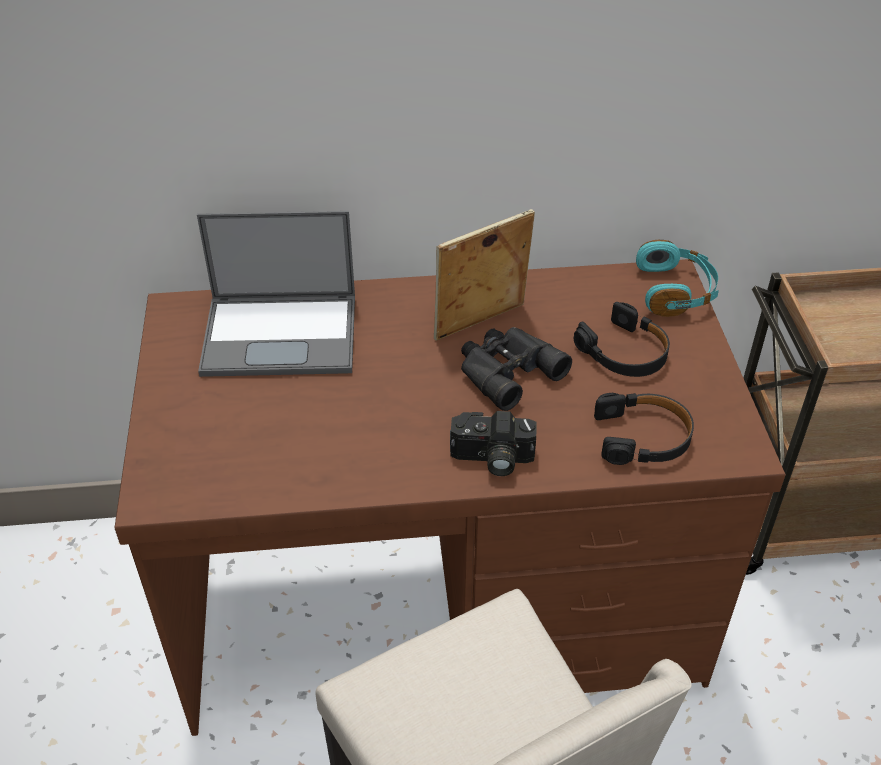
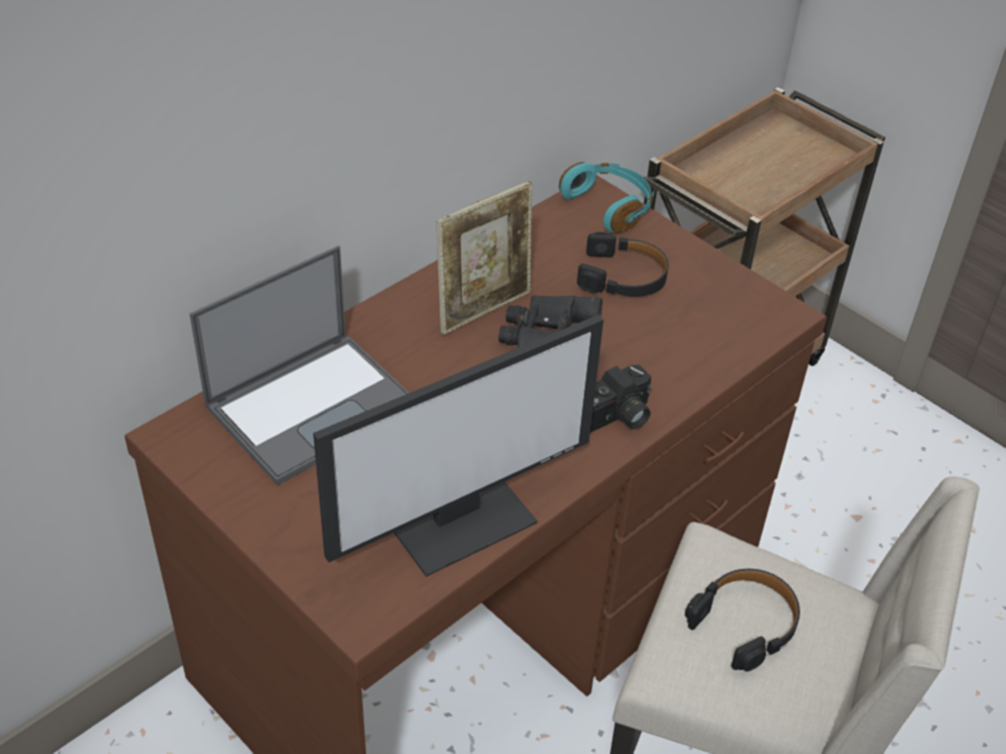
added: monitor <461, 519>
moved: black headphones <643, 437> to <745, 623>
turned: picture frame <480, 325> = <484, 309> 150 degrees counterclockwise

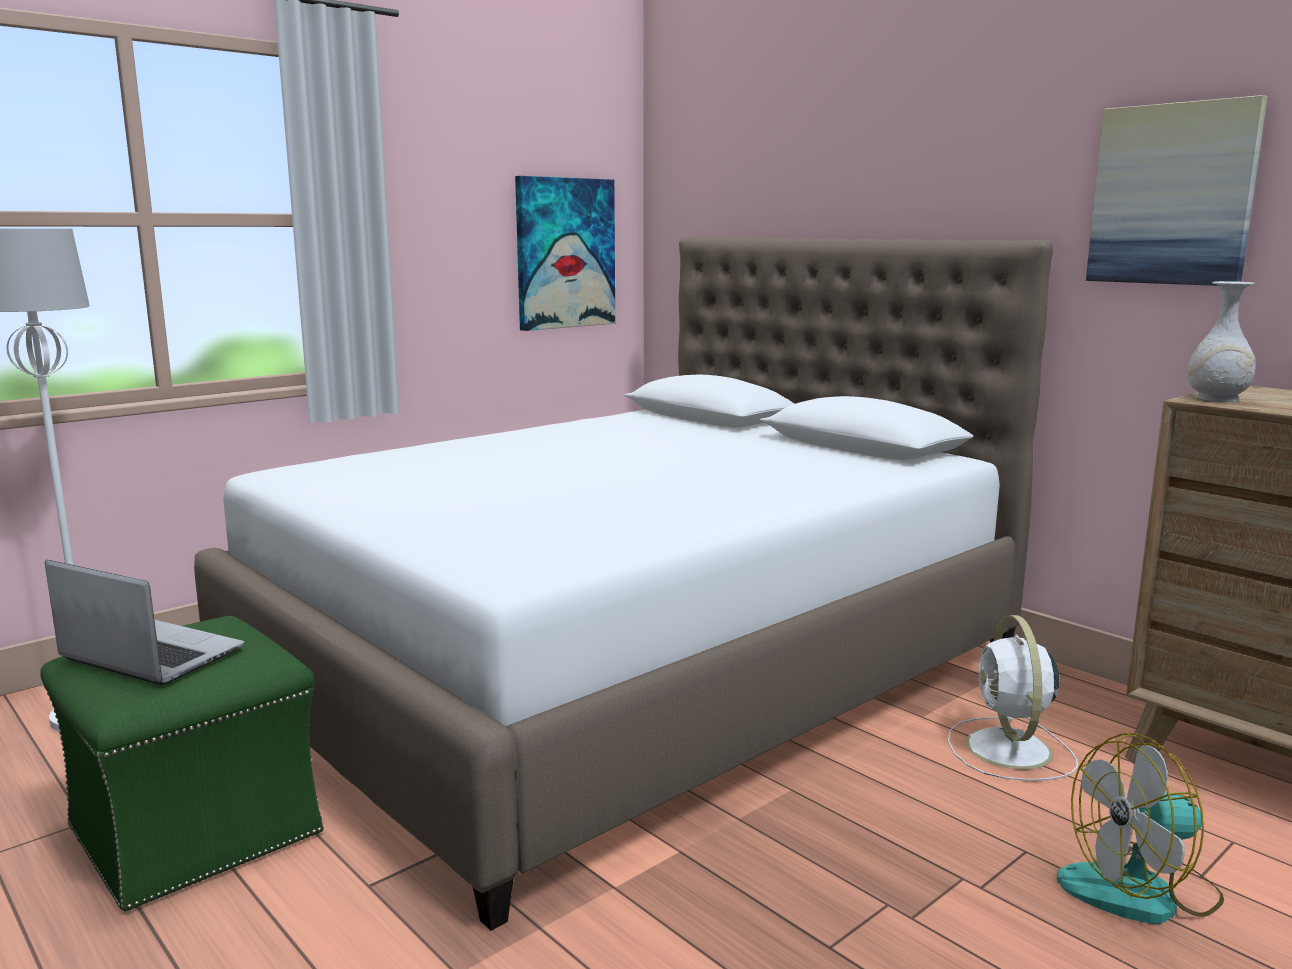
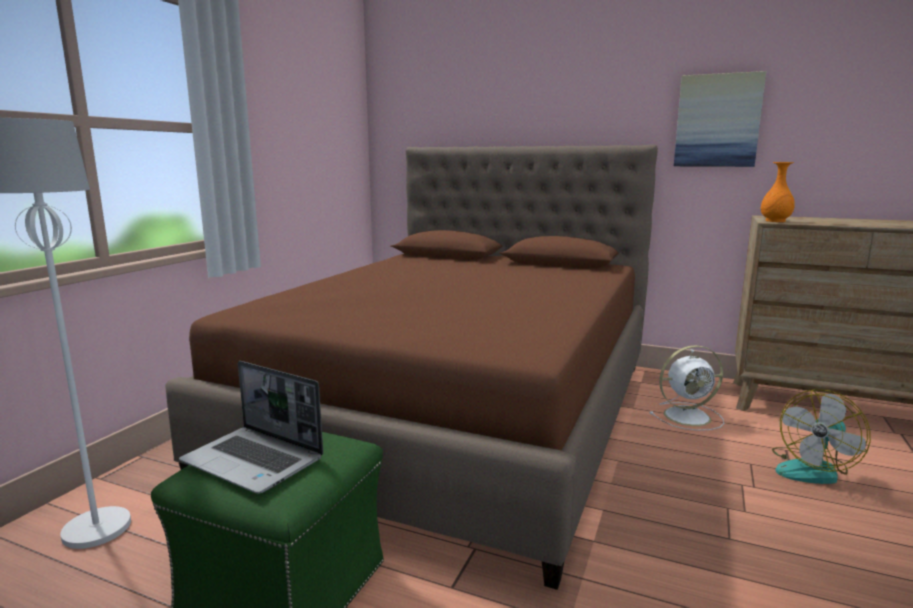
removed: picture <565, 253>
recoloured: white bed <627, 669> to brown bed <458, 413>; white vase <1217, 399> to orange vase <775, 221>
turned: laptop <149, 655> = <255, 461> 150 degrees counterclockwise; white fan <1009, 751> = <689, 416> 75 degrees counterclockwise

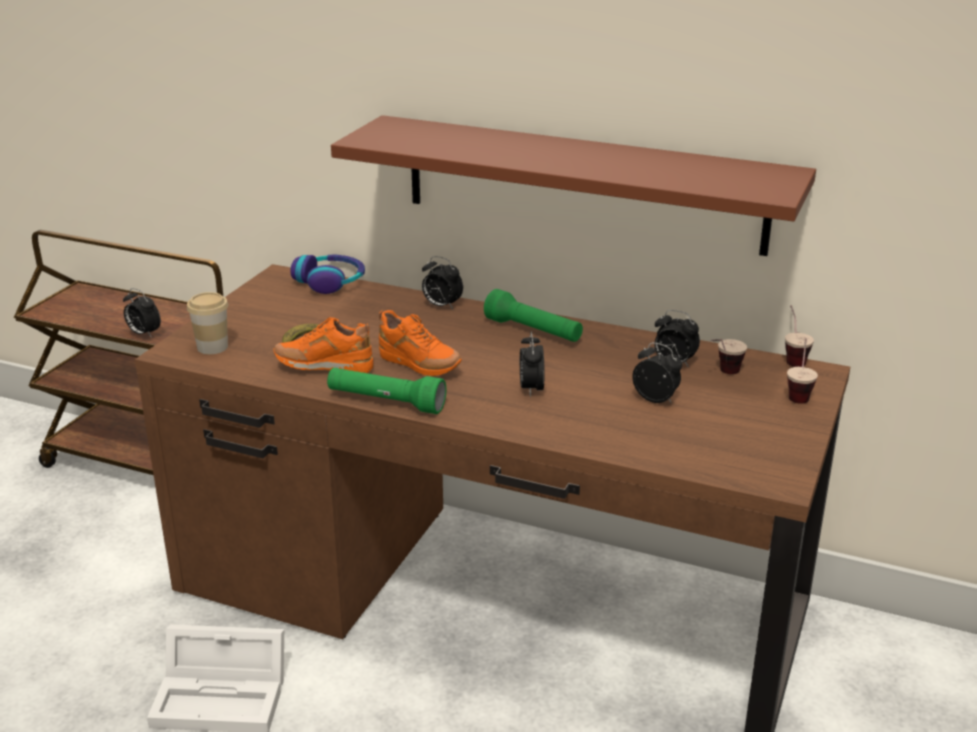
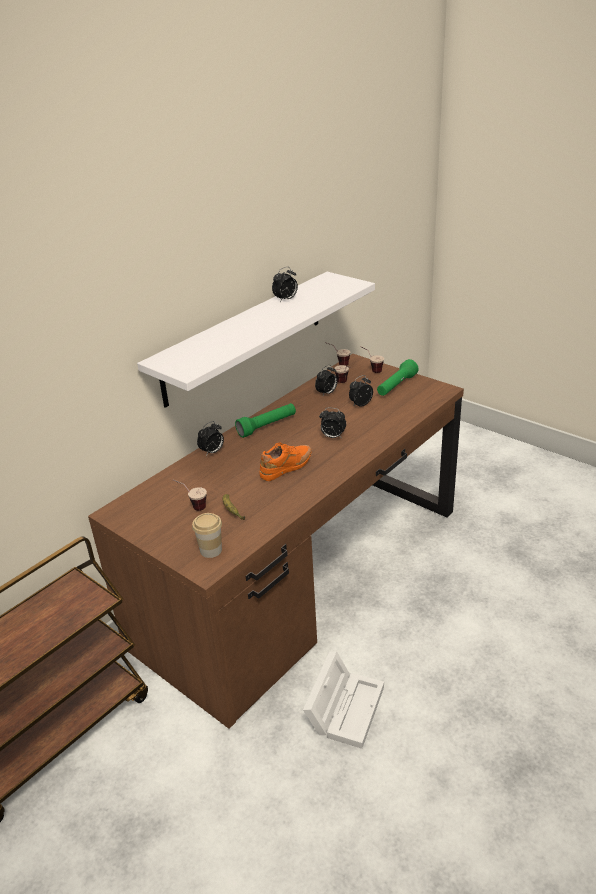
removed: orange shoe <324, 368>; headphones <330, 282>
added: cup <192, 506>
moved: alarm clock <143, 334> to <286, 299>; green flashlight <386, 402> to <396, 386>
recoloured: brown shelf <583, 184> to white shelf <245, 337>

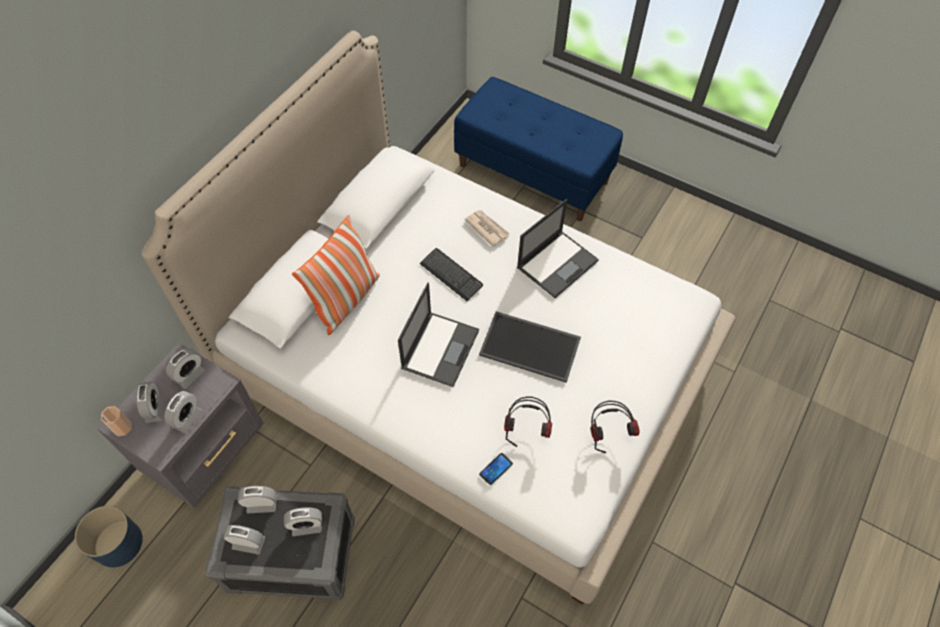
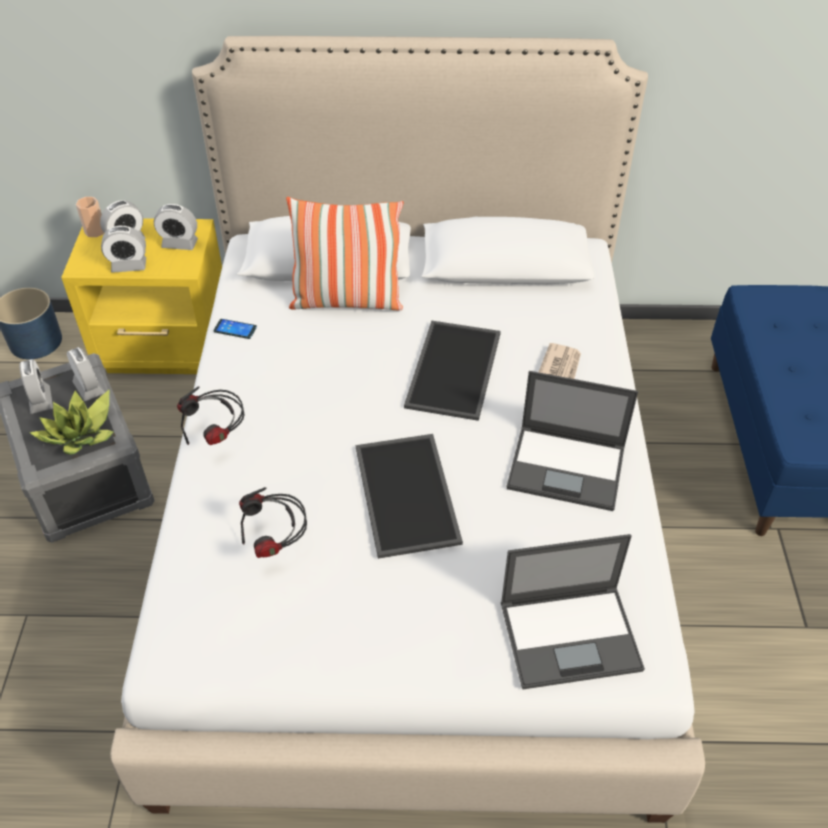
moved: laptop <440, 348> to <571, 635>; phone <496, 469> to <235, 329>; headphones <608, 432> to <218, 437>
replaced: alarm clock <306, 525> to potted plant <81, 435>; keyboard <451, 275> to tray <455, 371>
recoloured: grey nightstand <207, 449> to yellow nightstand <167, 349>

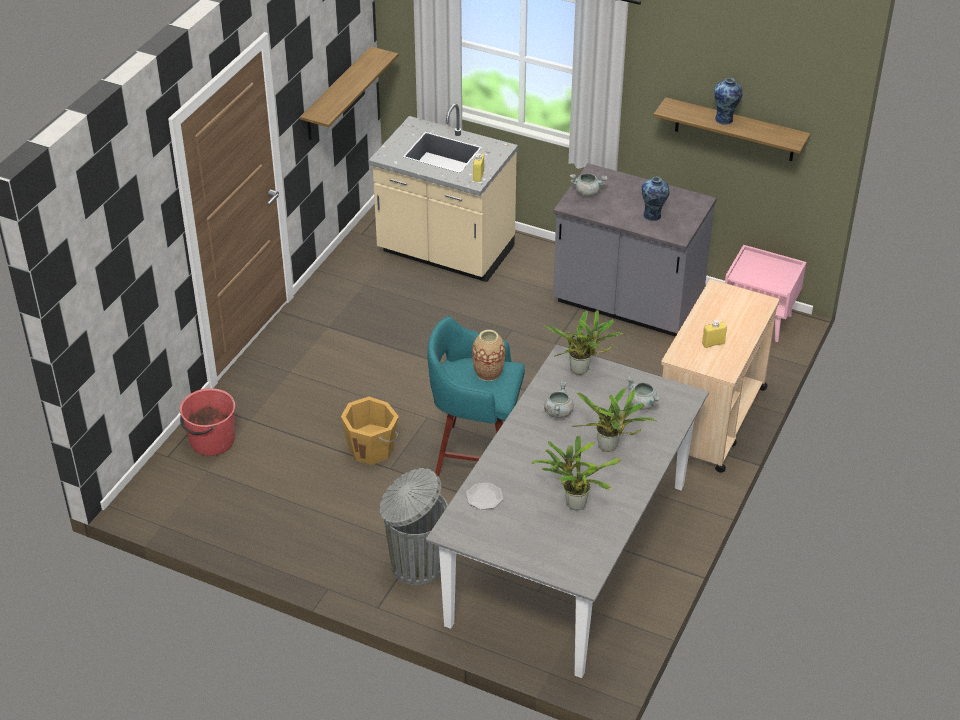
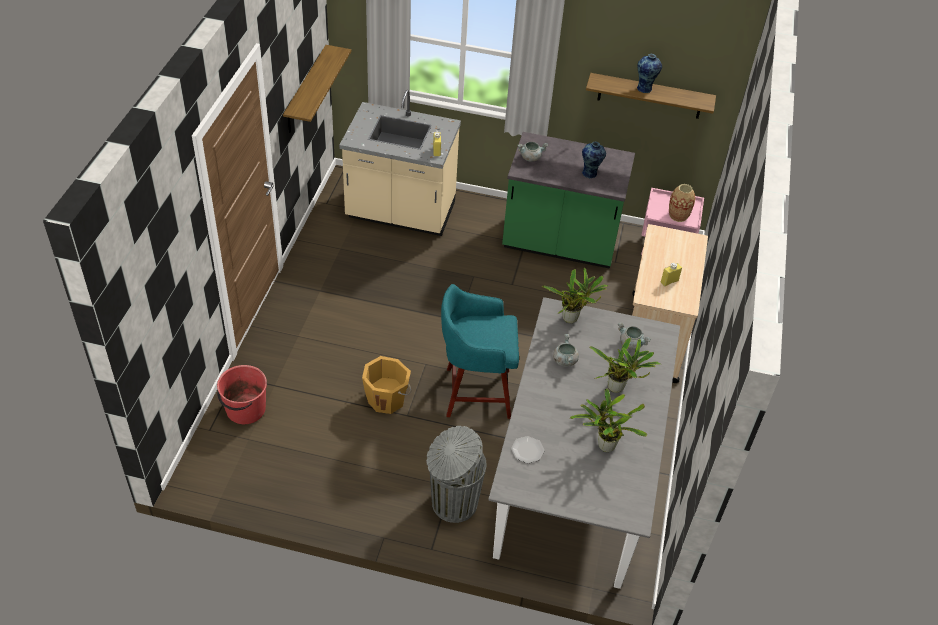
moved: vase <488, 372> to <678, 216>
recoloured: grey counter <627, 305> to green counter <559, 244>

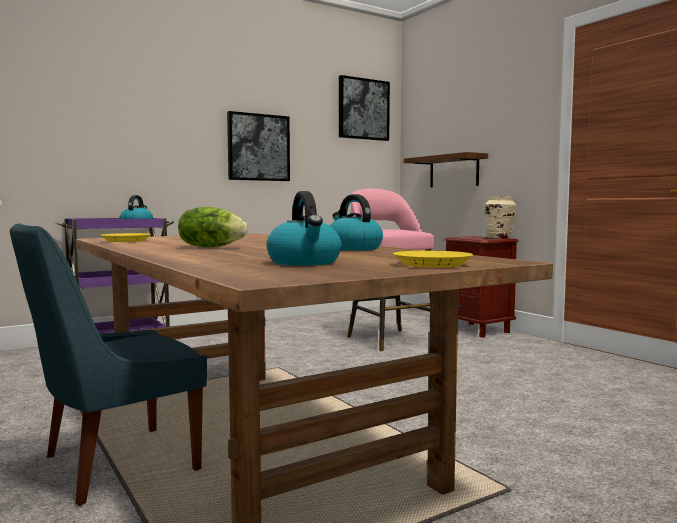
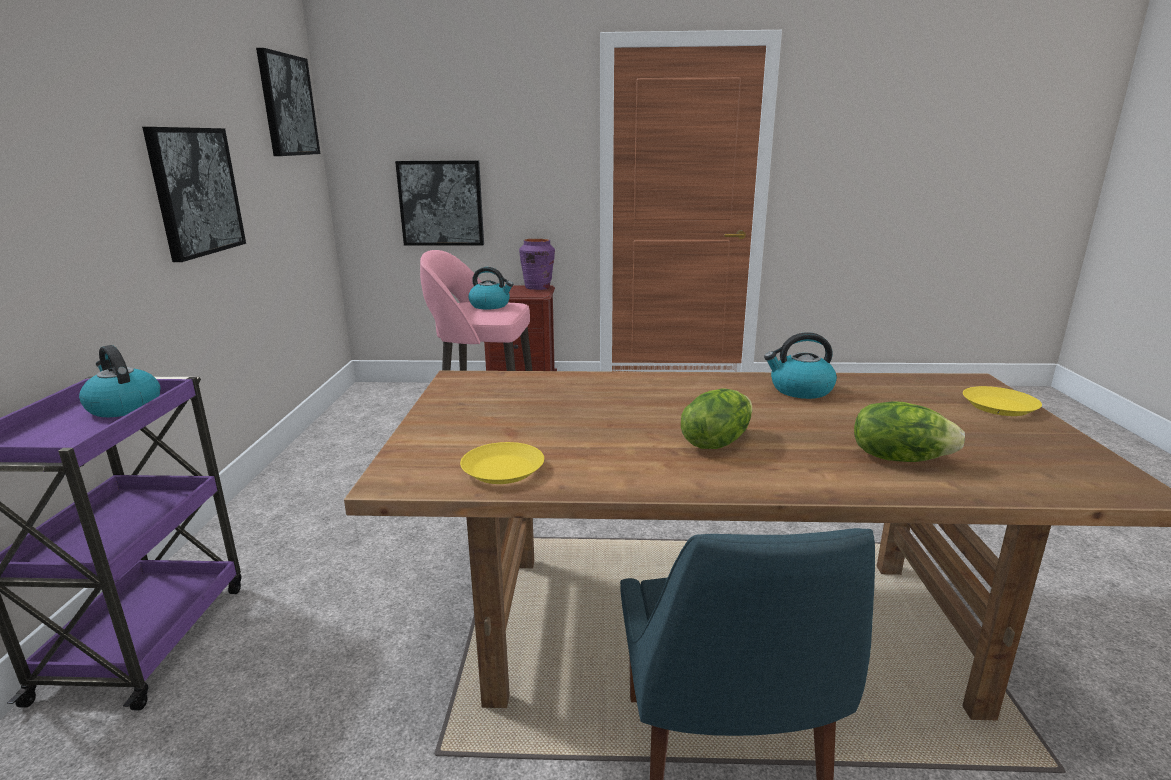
added: lettuce <899, 458>
moved: kettle <305, 262> to <490, 305>
replaced: shelf <454, 171> to picture <441, 203>
recoloured: beige vase <499, 238> to purple vase <538, 288>

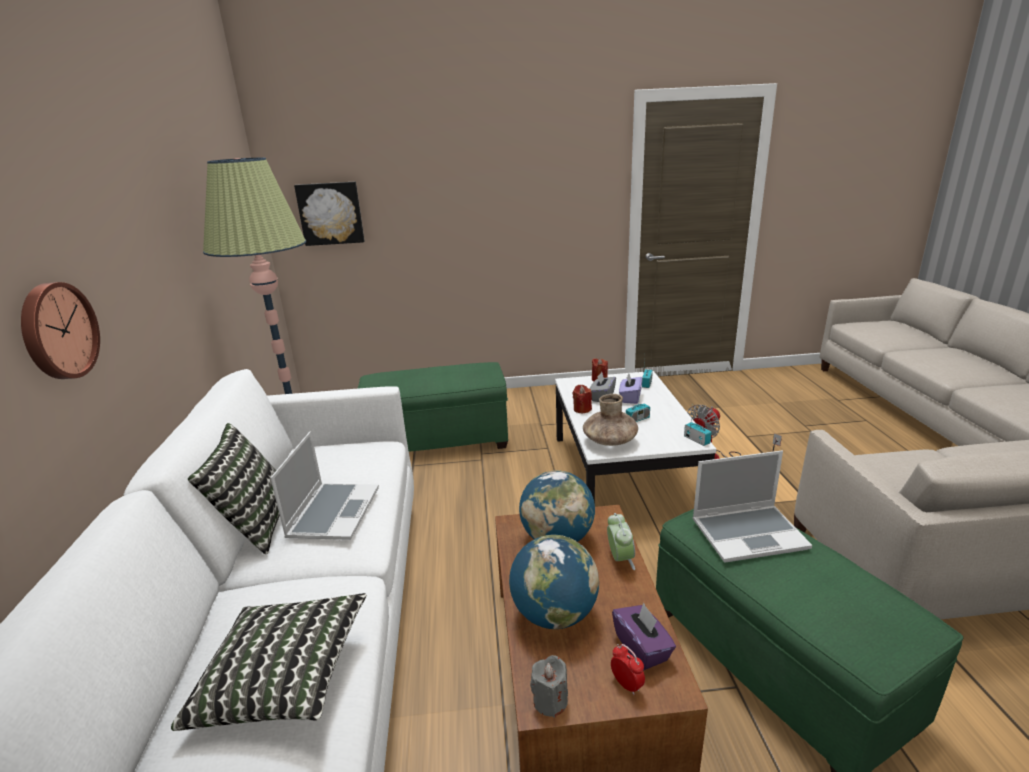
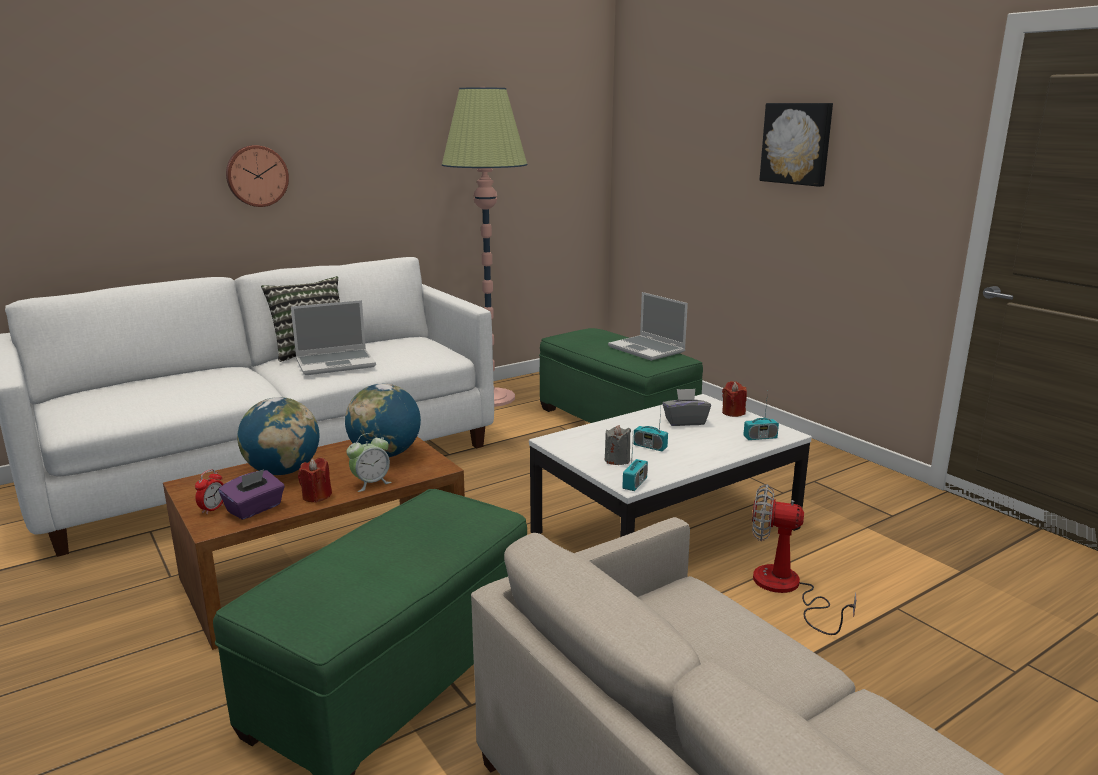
removed: pillow <284, 679>; brown vase <609, 441>; purple tissue box <630, 398>
moved: picture <331, 213> to <797, 143>; grey candle <550, 701> to <617, 460>; red candle <582, 409> to <316, 496>; laptop <749, 533> to <648, 349>

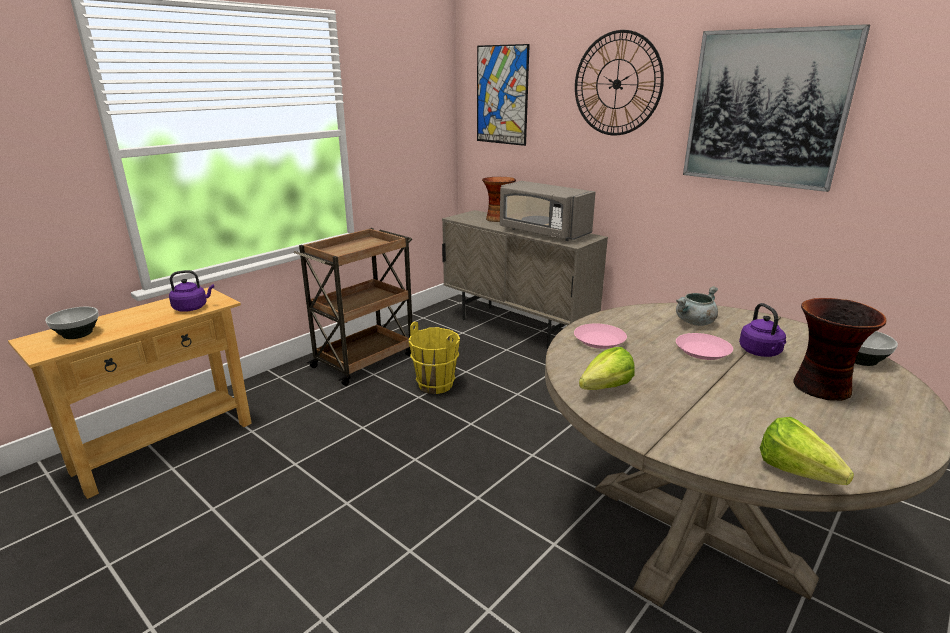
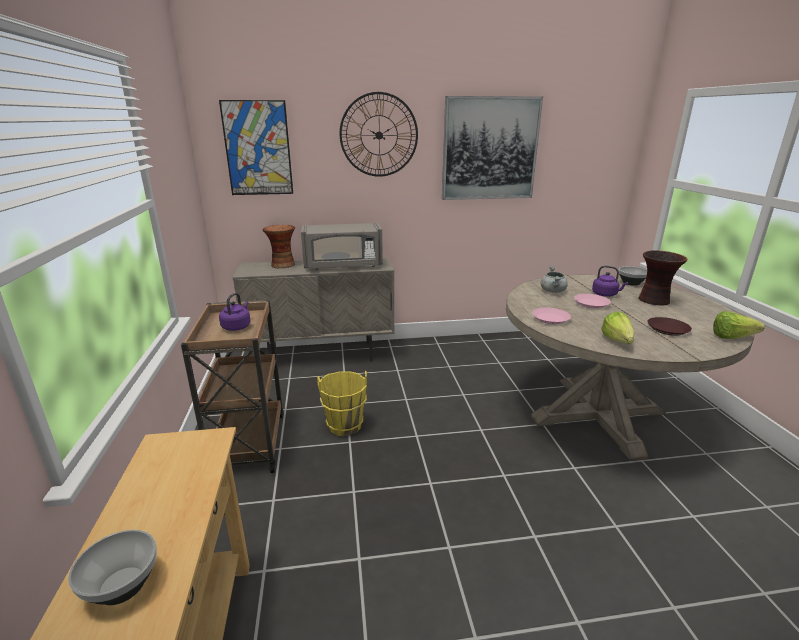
added: brown plate <668, 329>
moved: purple kettle <192, 308> to <237, 326>

